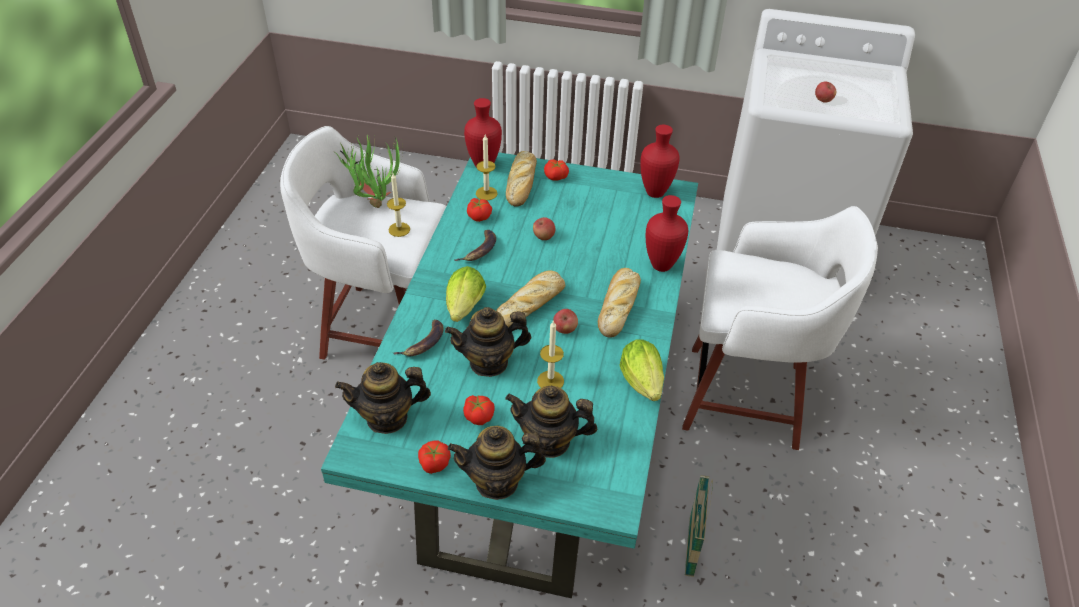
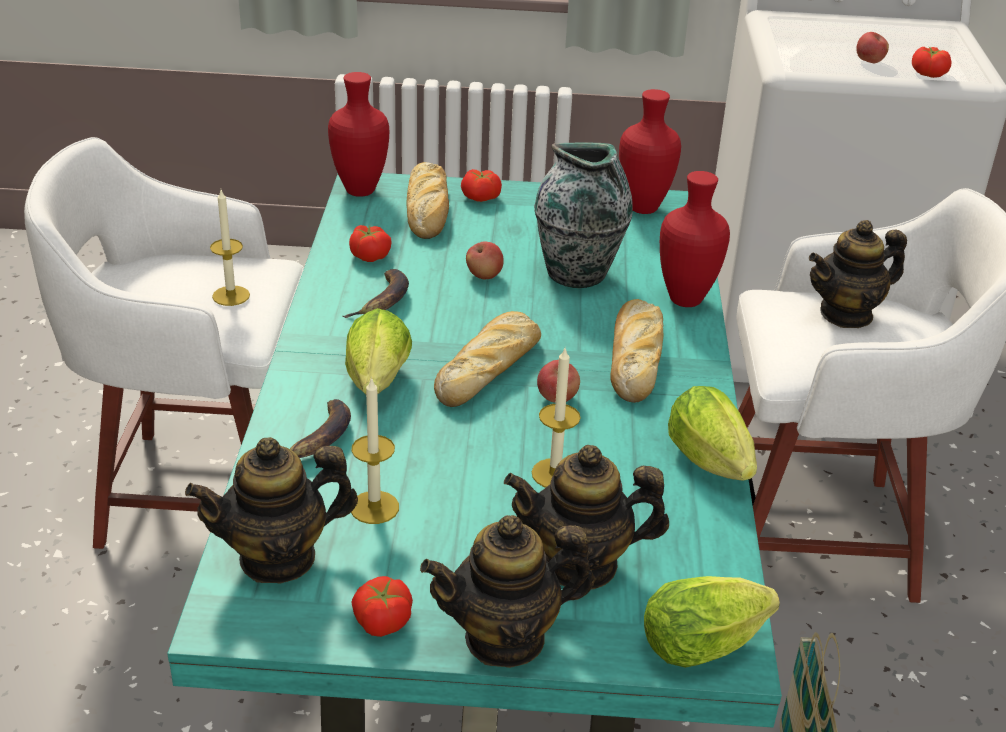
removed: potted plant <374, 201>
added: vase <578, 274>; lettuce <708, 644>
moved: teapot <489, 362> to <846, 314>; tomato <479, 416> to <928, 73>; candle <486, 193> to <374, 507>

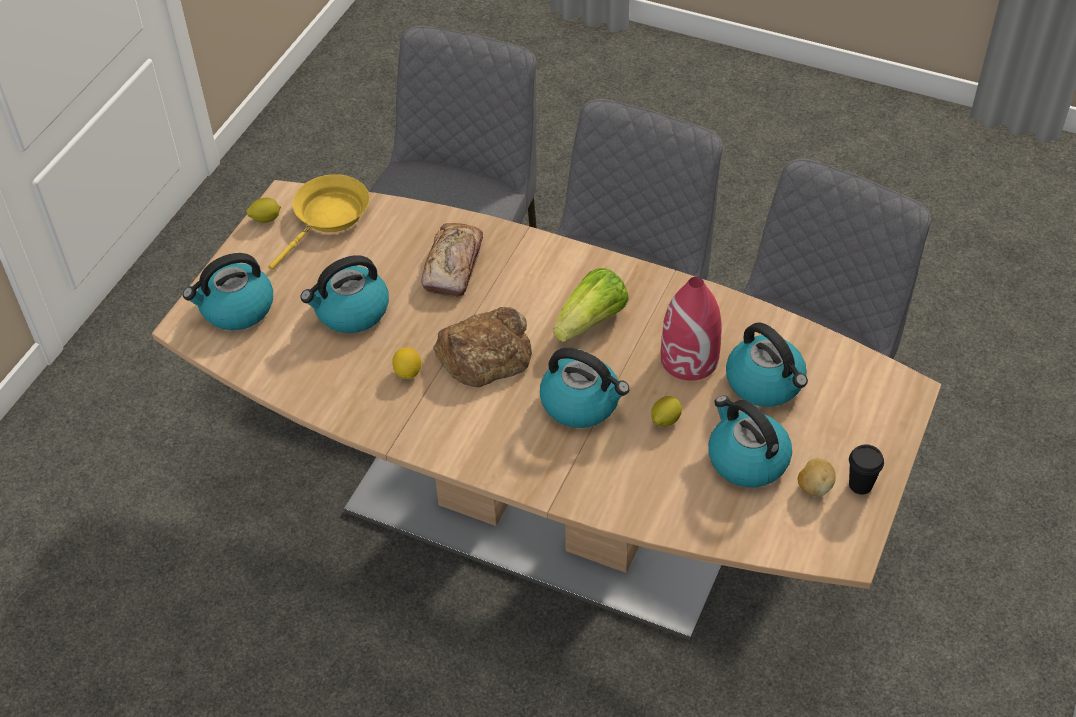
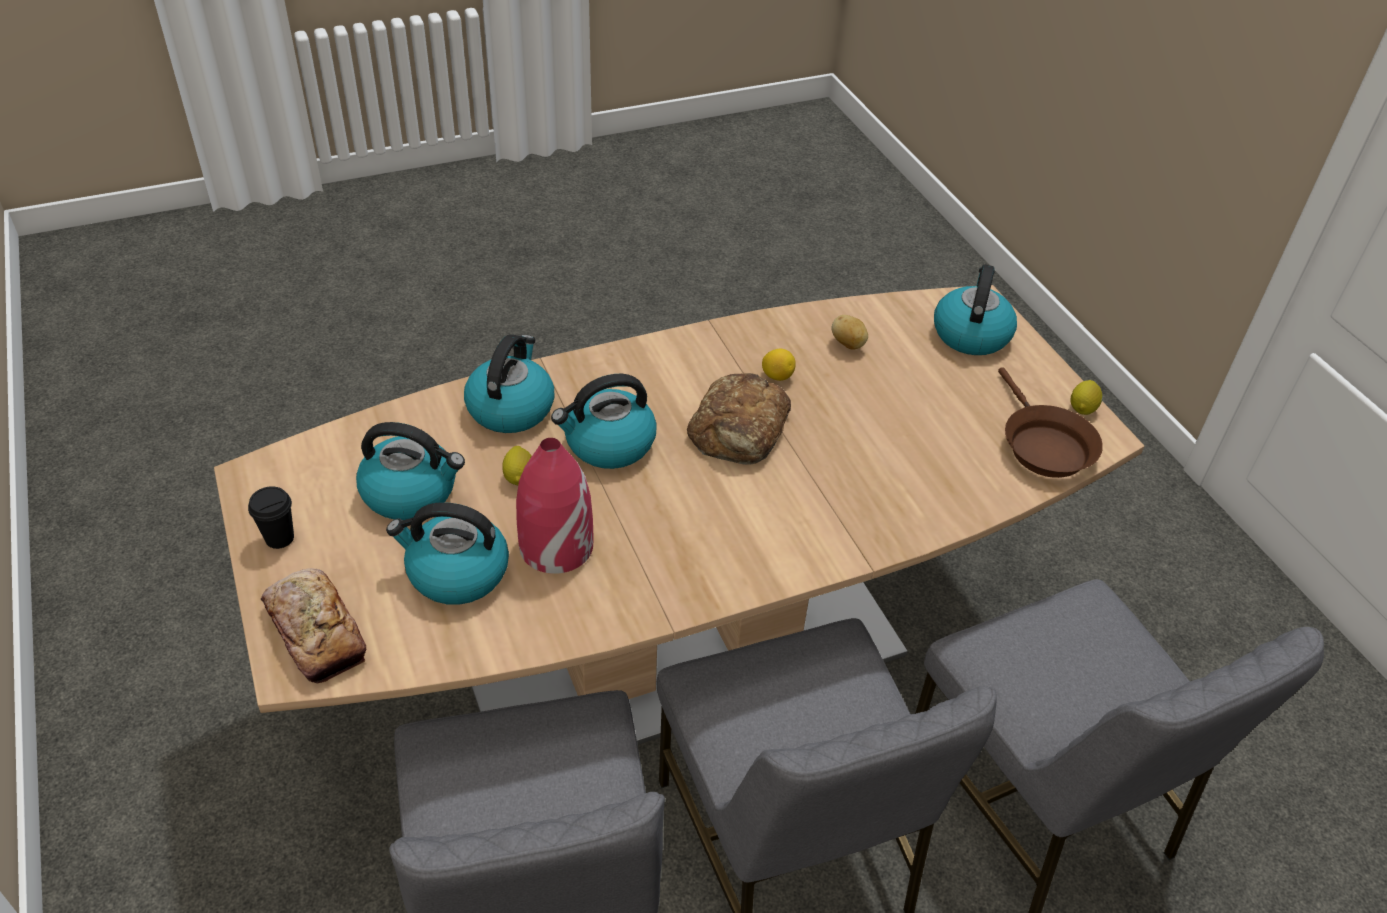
removed: lettuce <591, 321>
moved: kettle <351, 312> to <511, 407>; bread <453, 266> to <316, 632>; potato <814, 487> to <848, 344>
recoloured: yellow frying pan <328, 217> to brown frying pan <1043, 445>

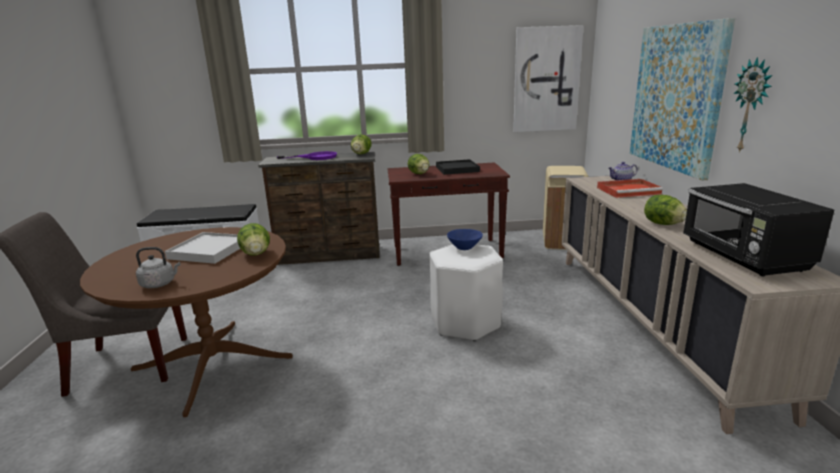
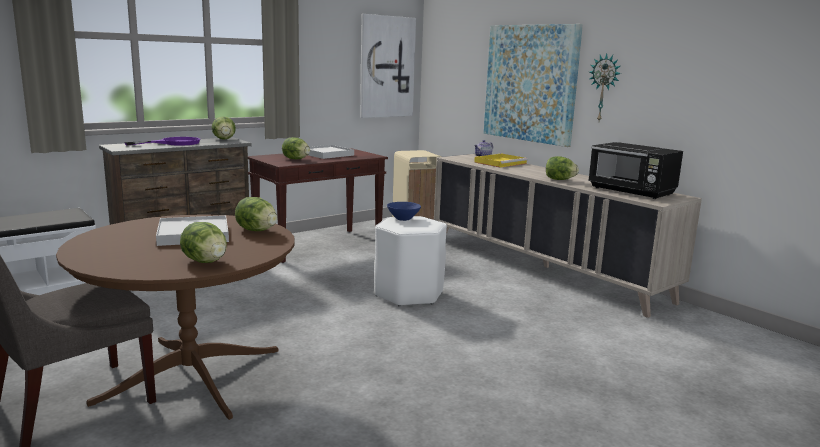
replaced: grey kettle <160, 284> to lettuce <205, 262>
recoloured: black tray <457, 169> to white tray <327, 154>; red tray <629, 190> to yellow tray <501, 163>

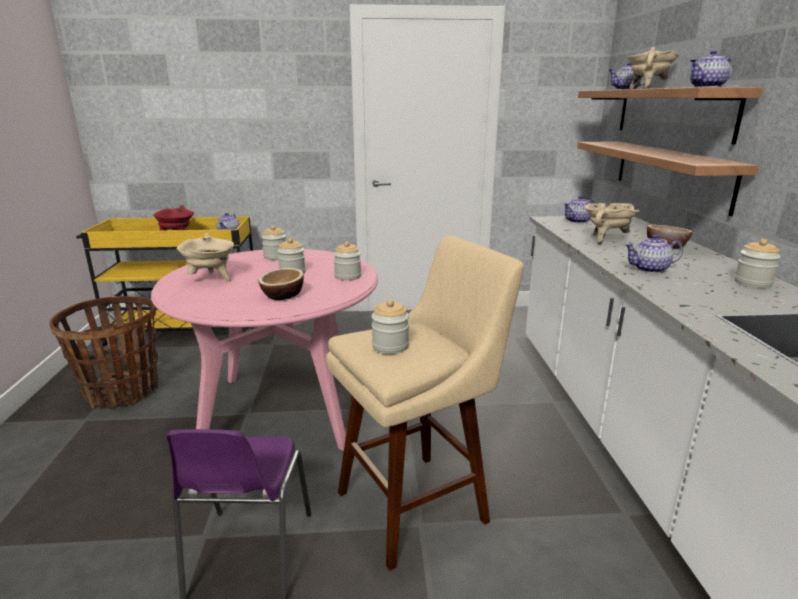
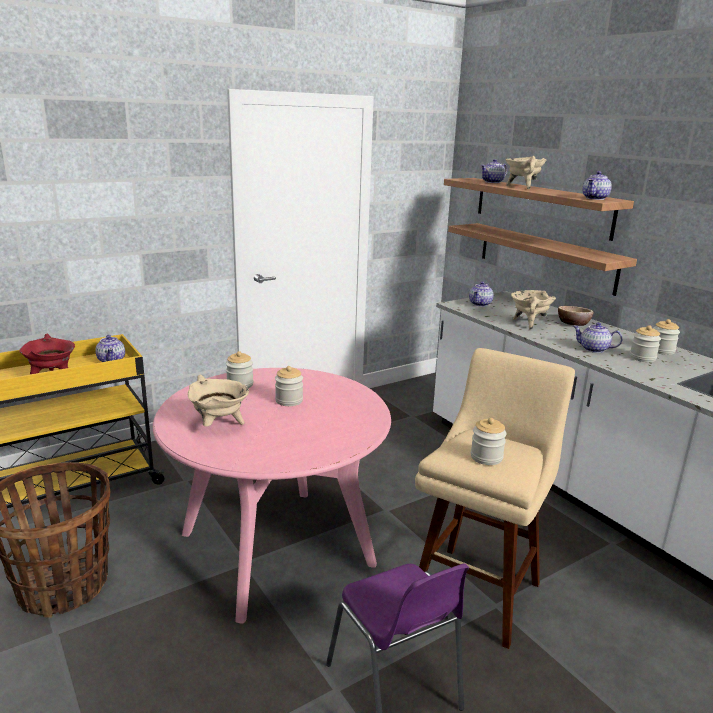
removed: bowl <283, 295>
moved: jar <347, 276> to <642, 358>
turned: teapot <649, 269> = <593, 349> 60 degrees clockwise

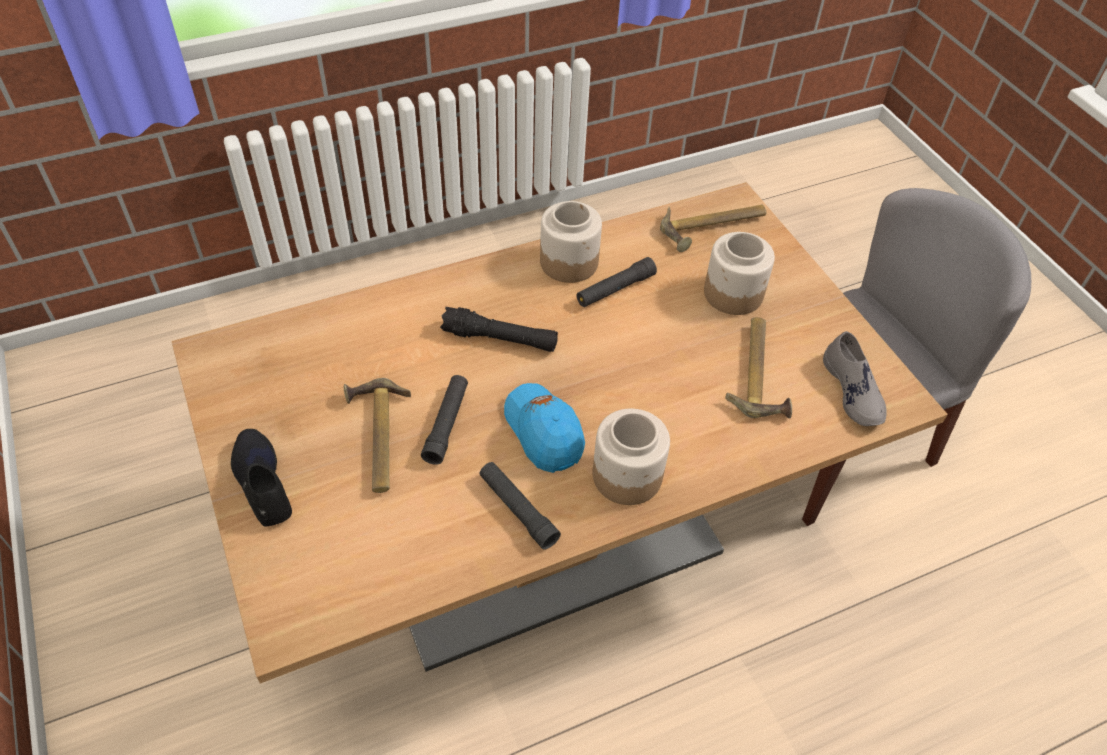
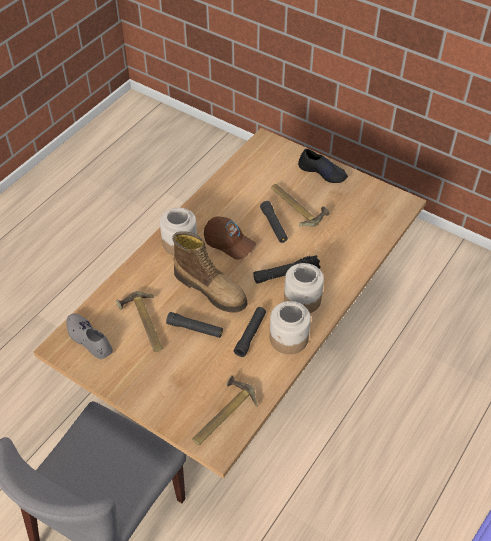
added: boot <211, 289>
moved: black flashlight <518, 509> to <195, 329>; jar <734, 294> to <302, 299>
recoloured: blue cap <544, 432> to brown cap <229, 243>

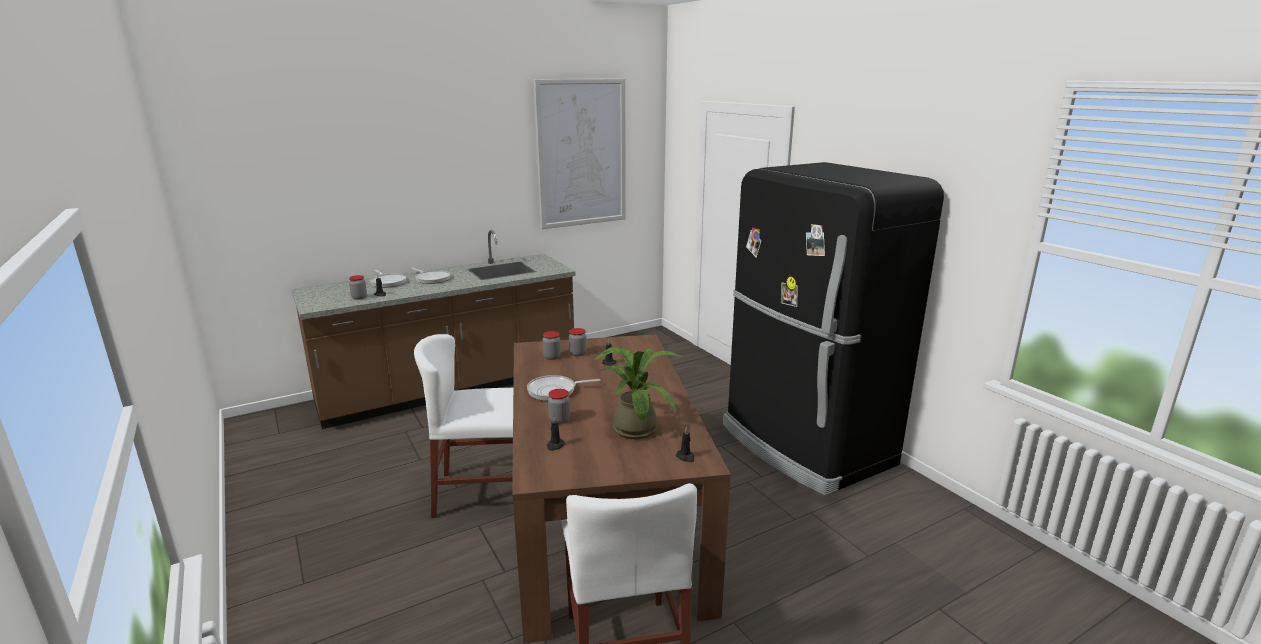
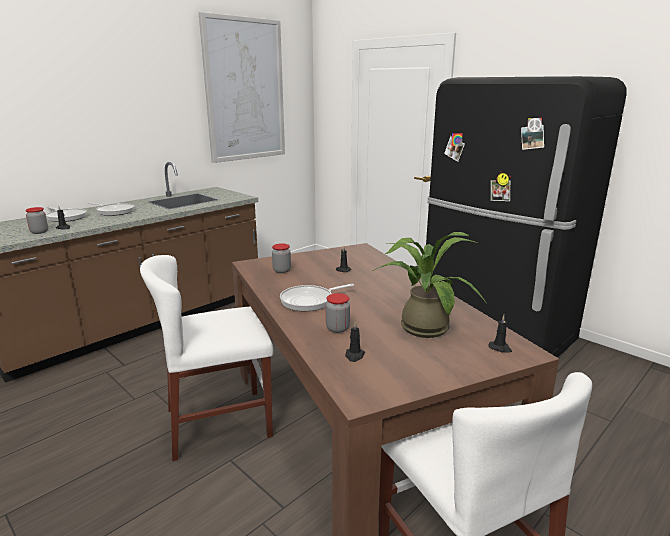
removed: jar <578, 353>

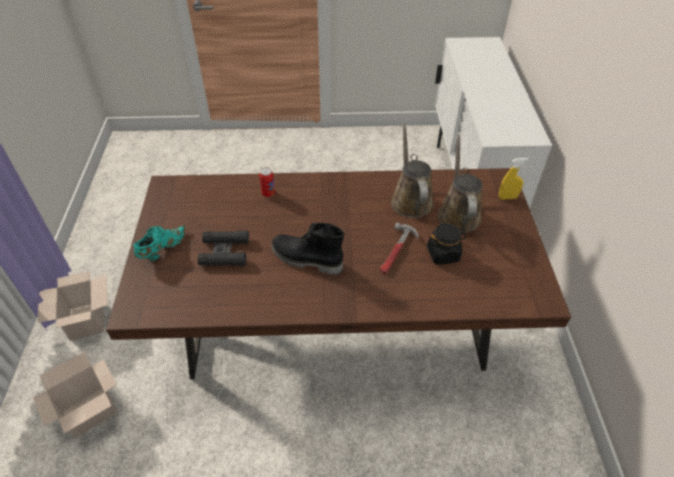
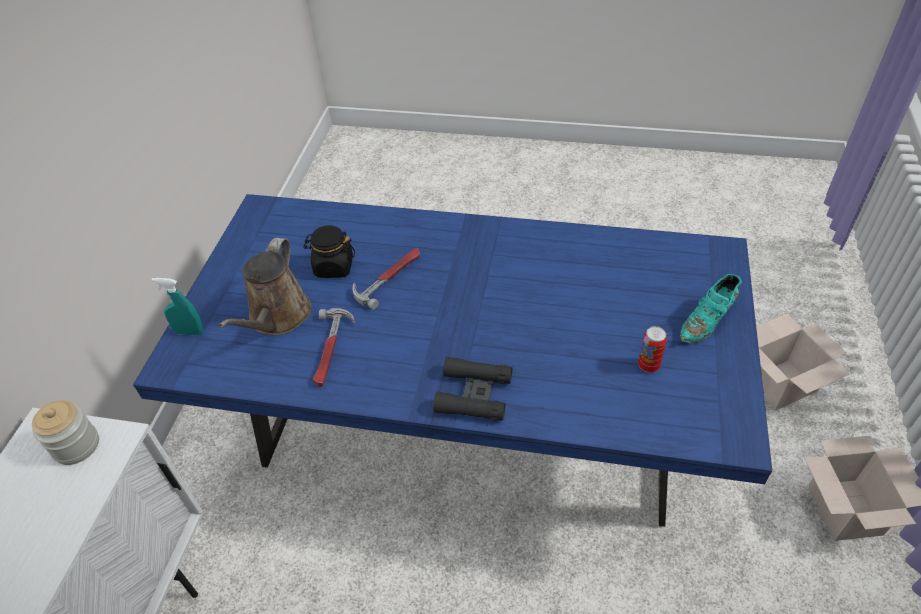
removed: black boot <306, 260>
added: jar <76, 446>
moved: black binoculars <225, 252> to <474, 394>; can <268, 194> to <648, 365>
replaced: brown watering can <410, 199> to hammer <331, 349>
recoloured: brown dining table <335, 330> to blue dining table <469, 432>; yellow spray bottle <507, 197> to turquoise spray bottle <189, 332>

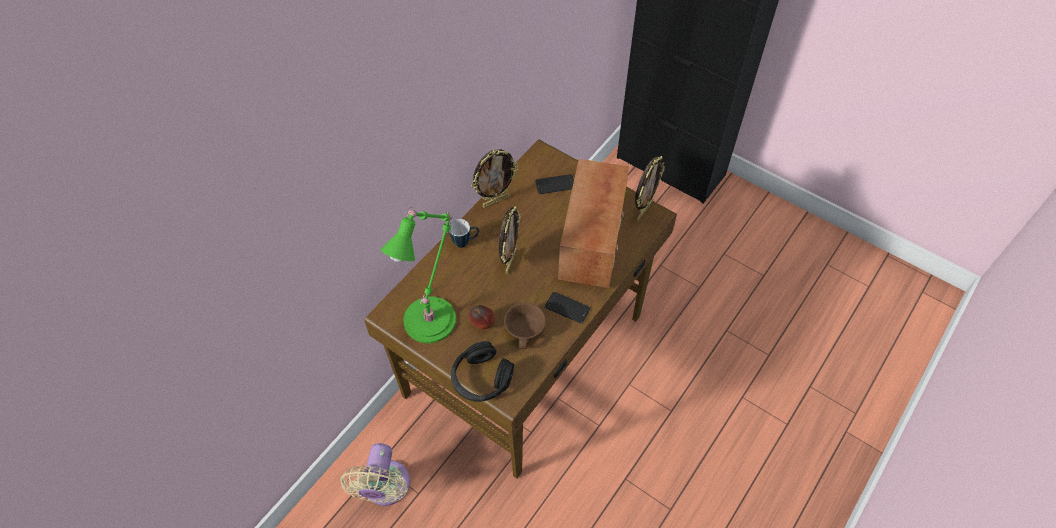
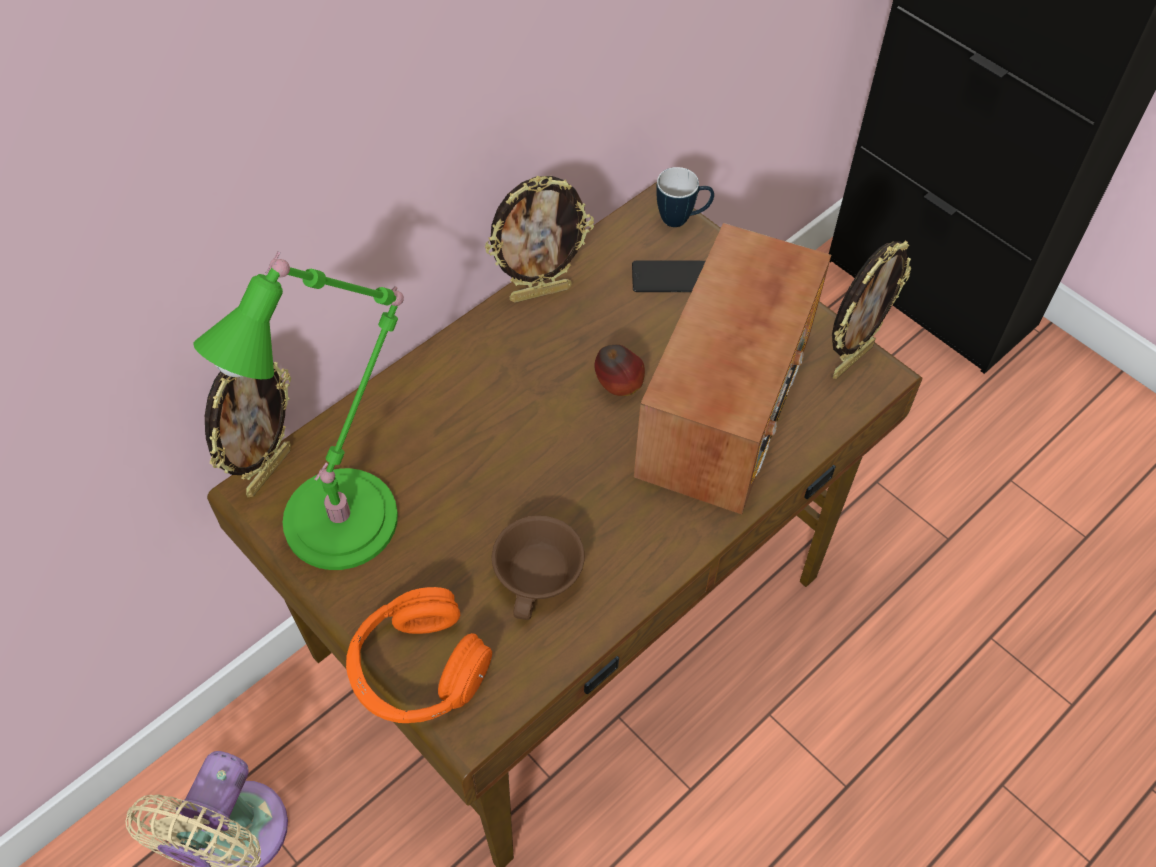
removed: phone <567, 308>
moved: mug <465, 242> to <682, 219>; apple <482, 324> to <618, 387>; picture frame <510, 261> to <268, 471>
recoloured: black headphones <481, 379> to orange headphones <417, 669>

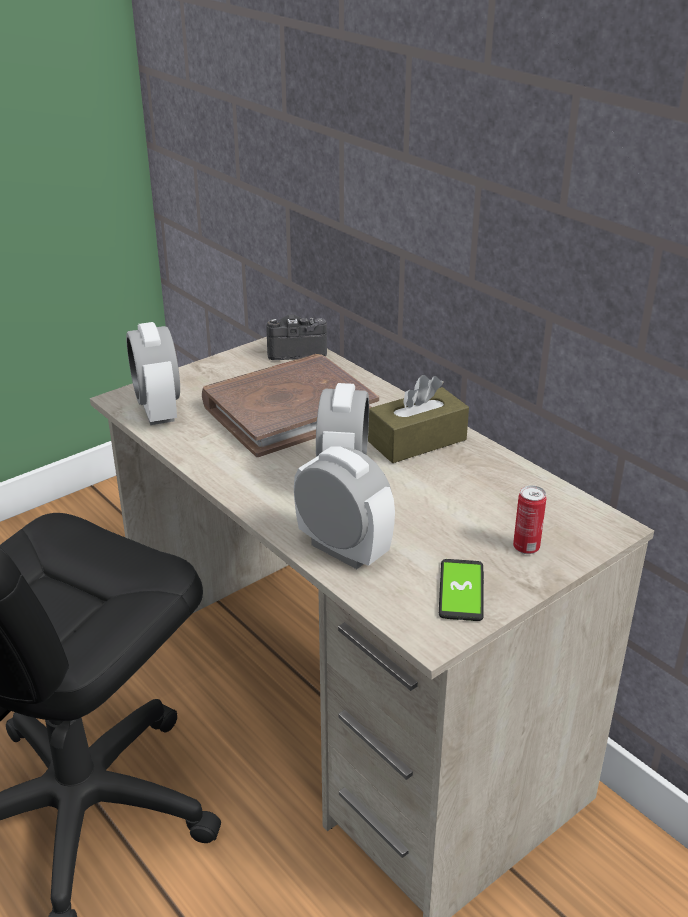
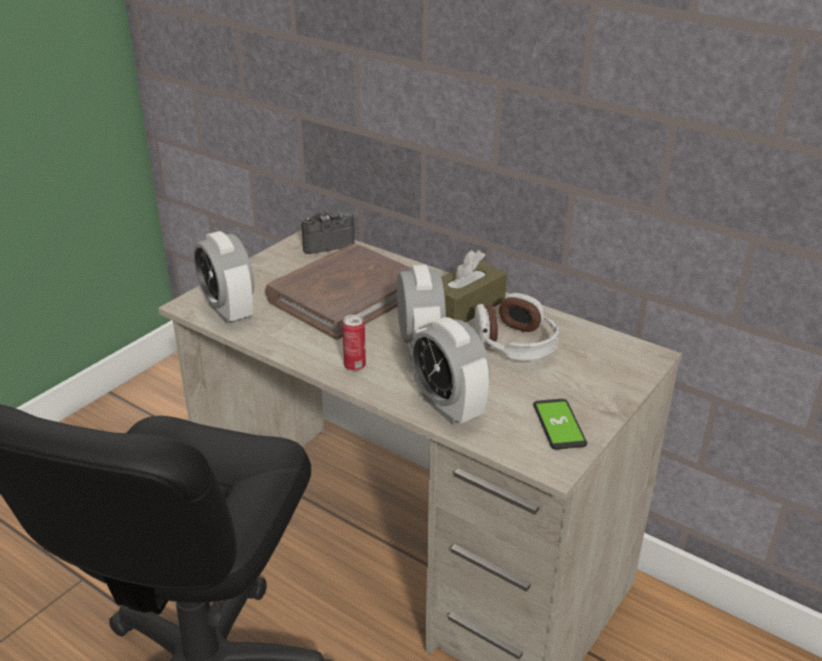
added: headphones <515, 344>
moved: can <526, 548> to <355, 366>
turned: alarm clock <343, 550> = <448, 407> 150 degrees counterclockwise

